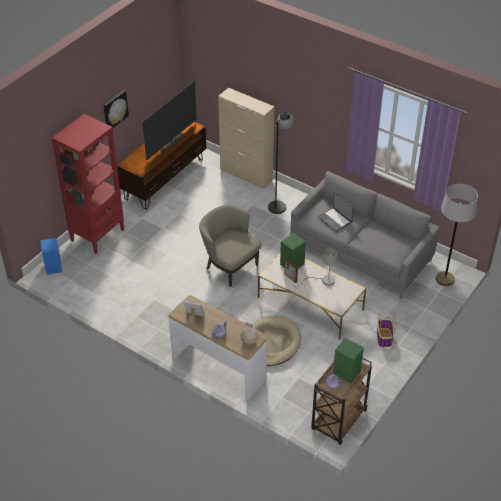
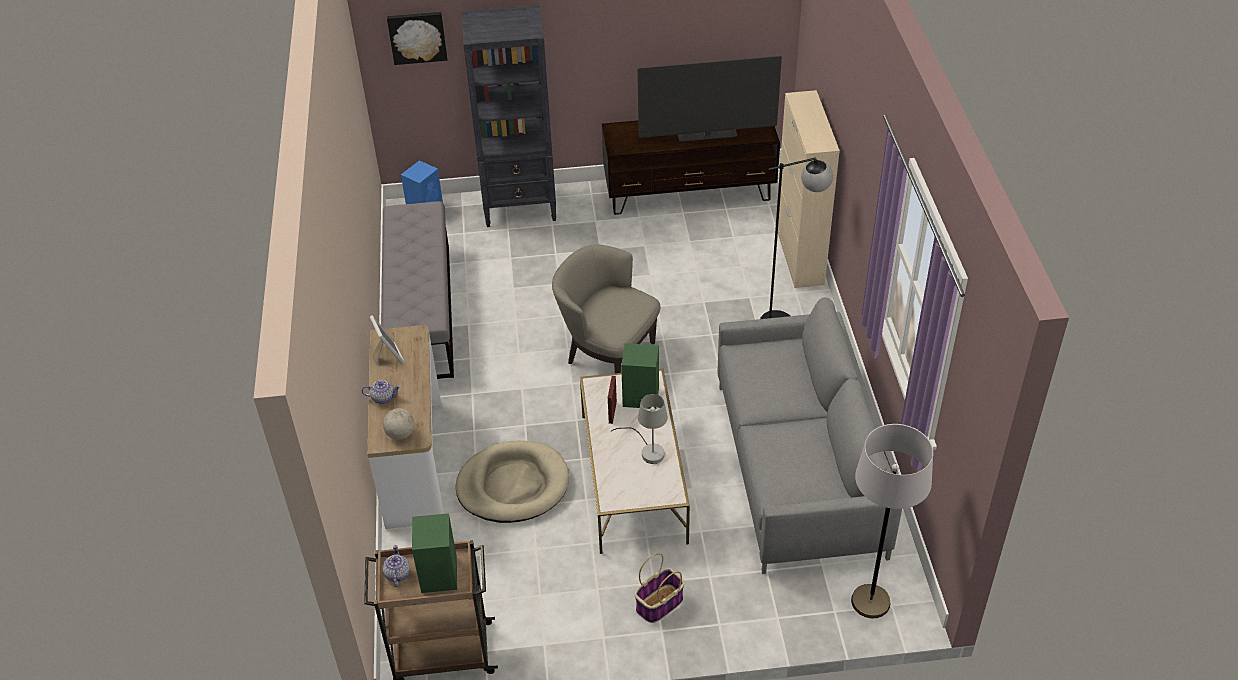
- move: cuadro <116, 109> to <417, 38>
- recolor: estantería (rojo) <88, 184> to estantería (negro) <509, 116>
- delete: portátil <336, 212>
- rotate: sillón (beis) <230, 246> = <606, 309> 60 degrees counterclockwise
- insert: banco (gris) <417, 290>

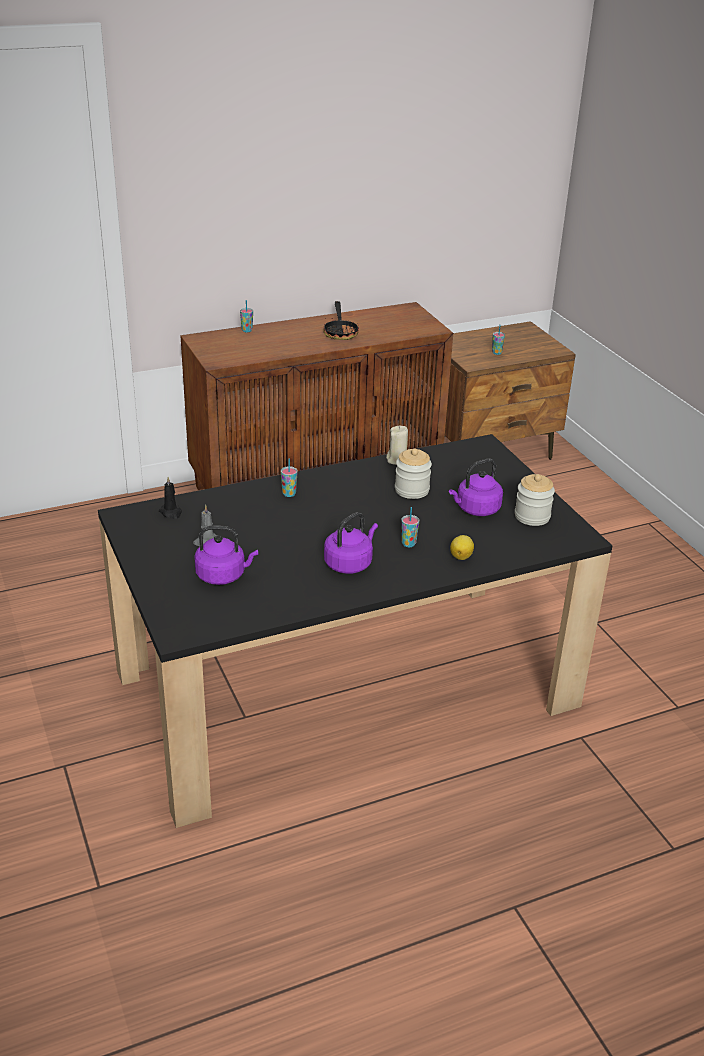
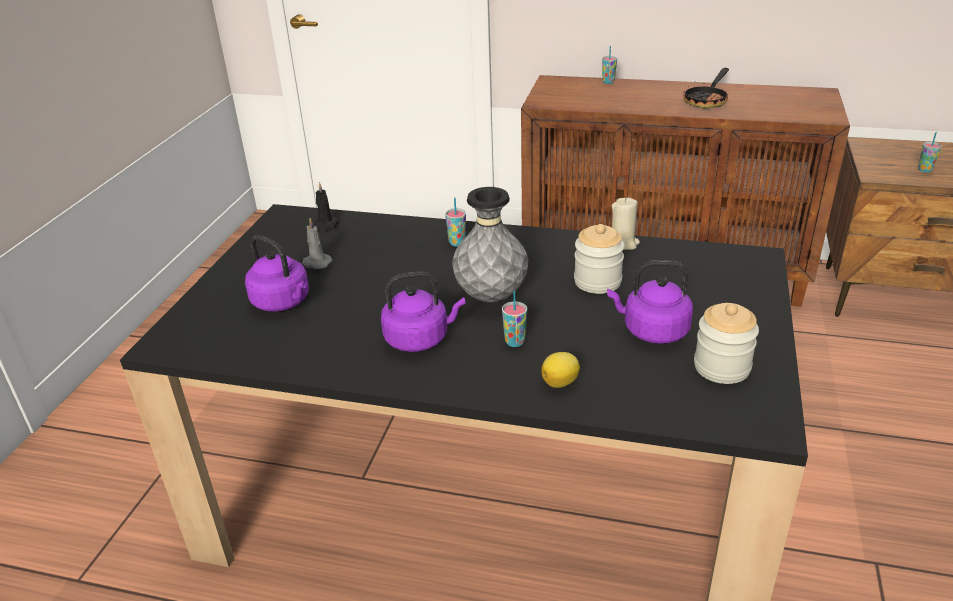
- insert: florero (gris) <490, 244>

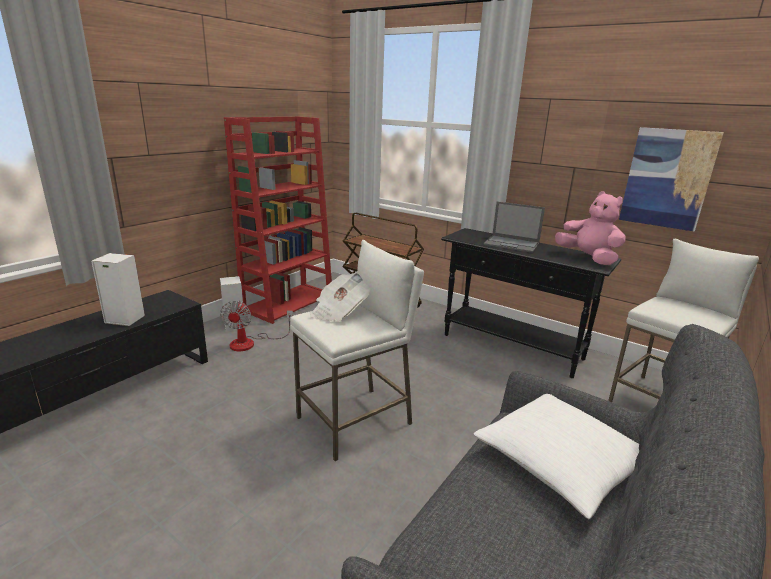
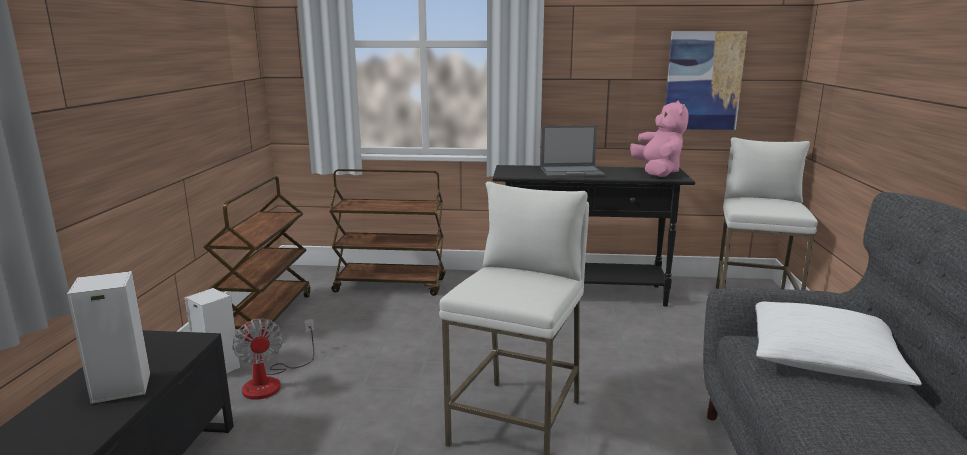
- replace: estantería (rojo) <278, 220> to carrito (marrón) <257, 252>
- rotate: peluche (rosa) <590, 228> = <659, 138> 60 degrees clockwise
- delete: periódico <340, 297>

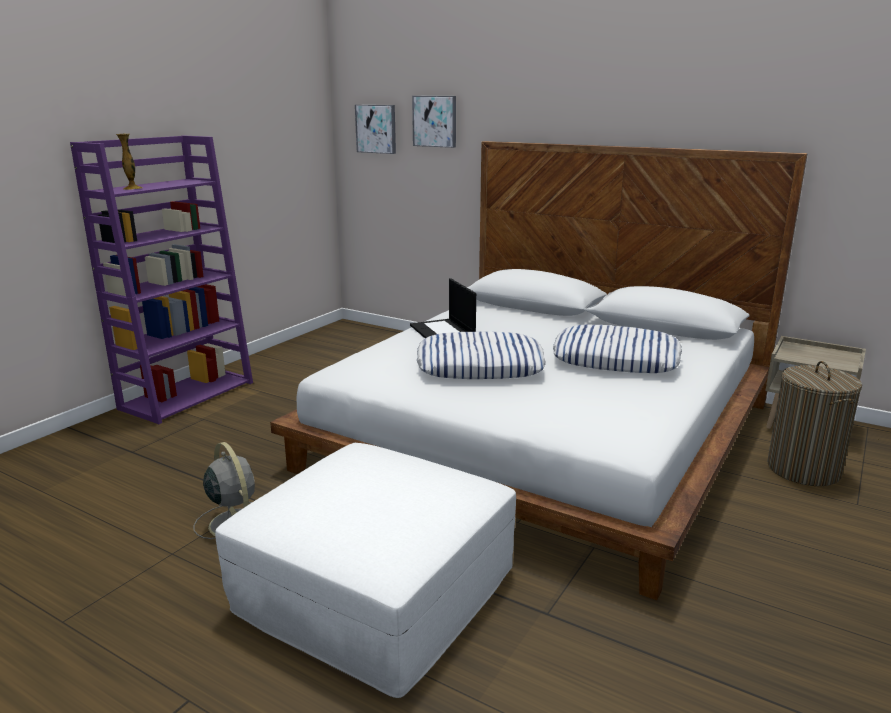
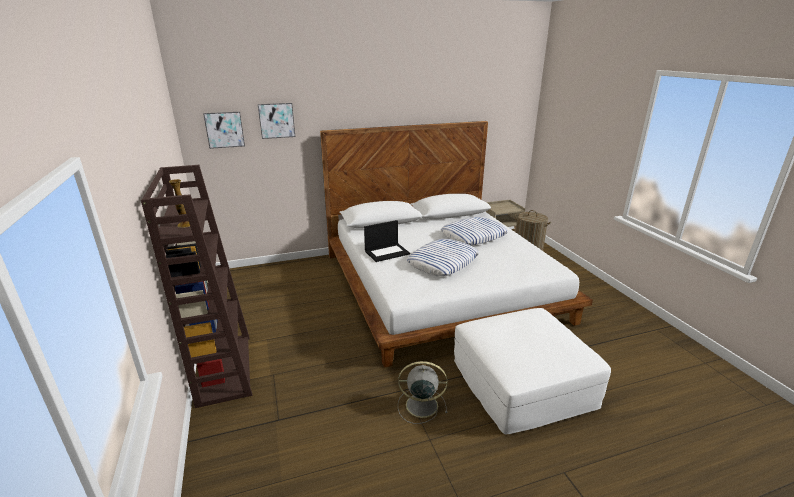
- recolor: estantería (morado) <161, 280> to estantería (marrón) <196, 286>
- rotate: portátil <443, 308> = <387, 241> 45 degrees counterclockwise

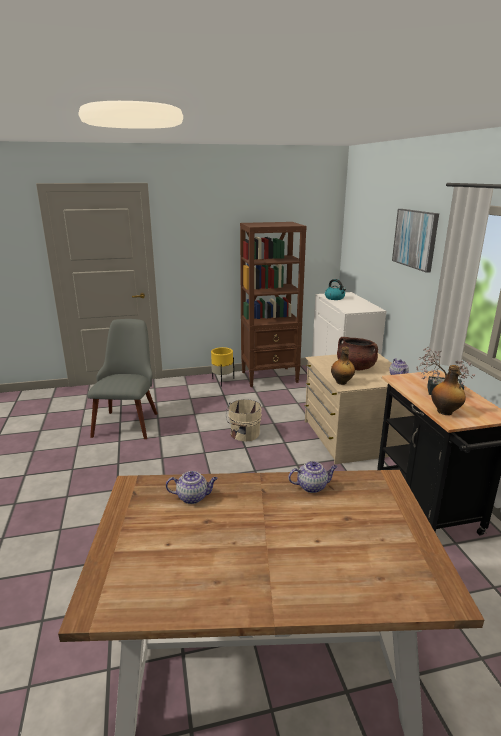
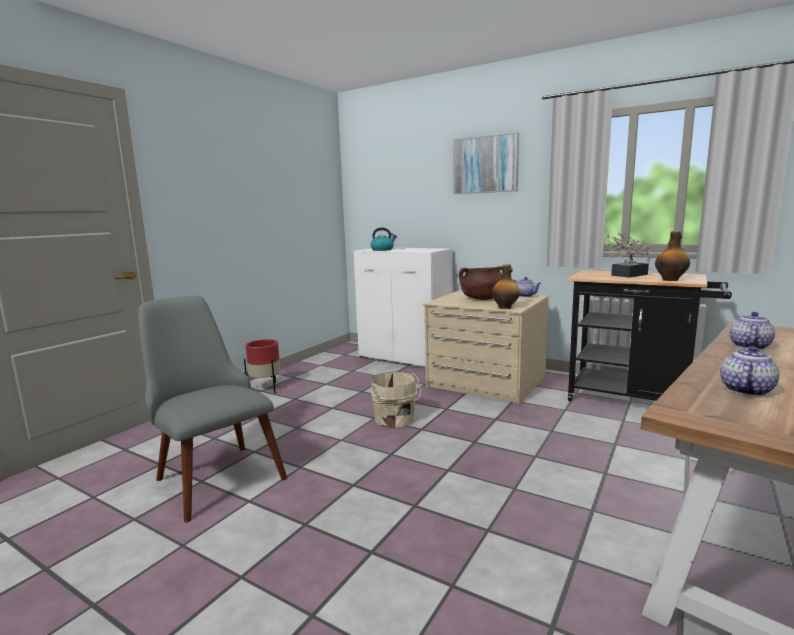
- delete: estantería (marrón) <273, 304>
- recolor: maceta (amarillo) <222, 367> to maceta (rojo) <262, 366>

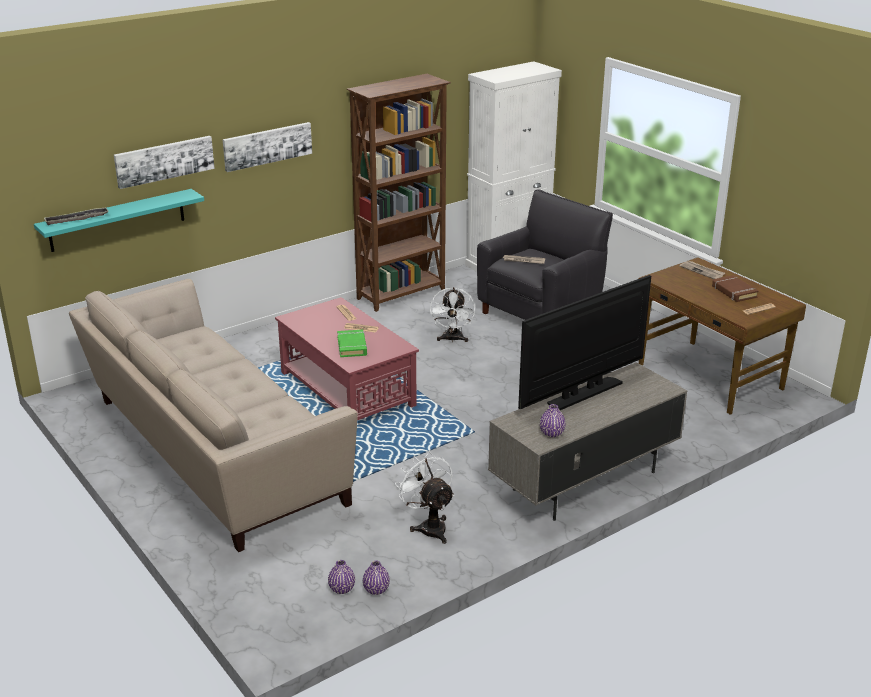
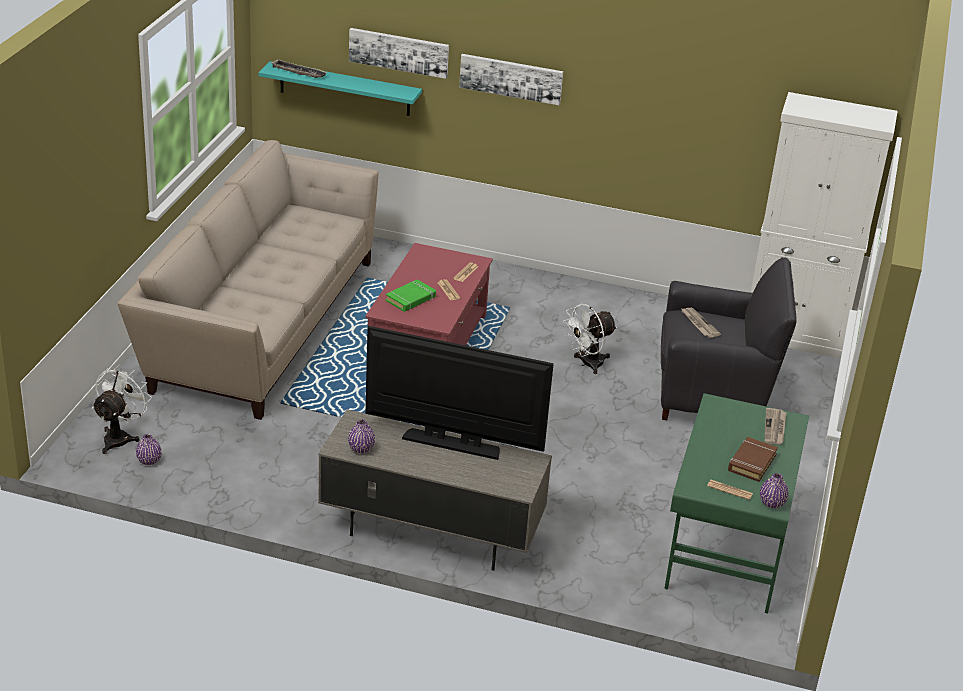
- delete: estantería (marrón) <399, 193>
- recolor: escritorio (marrón) <722, 336> to escritorio (verde) <736, 503>
- move: ventilador (blanco) <424, 498> to <122, 409>
- move: florero (morado) <376, 577> to <774, 490>

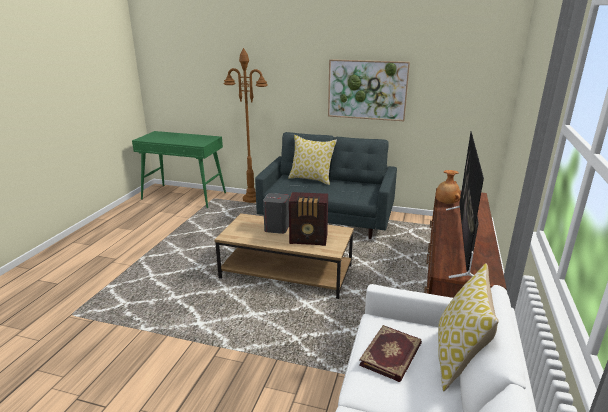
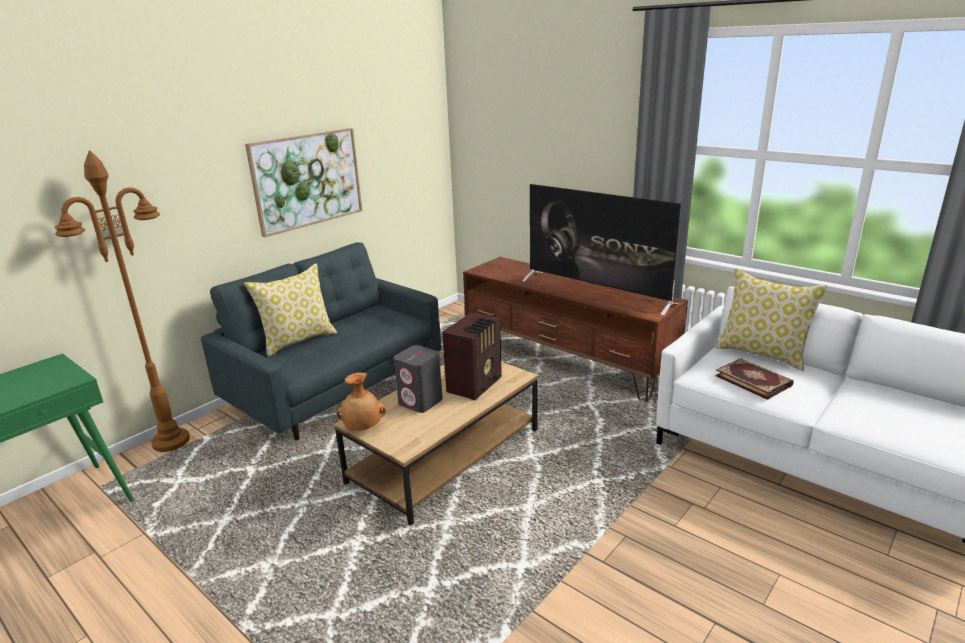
- move: florero (marrón) <448, 187> to <361, 402>

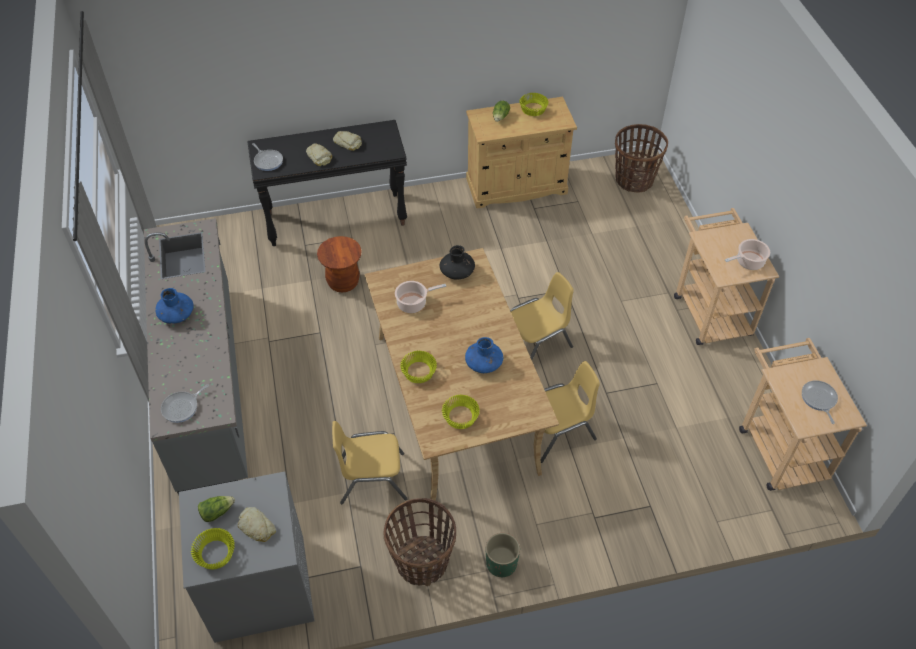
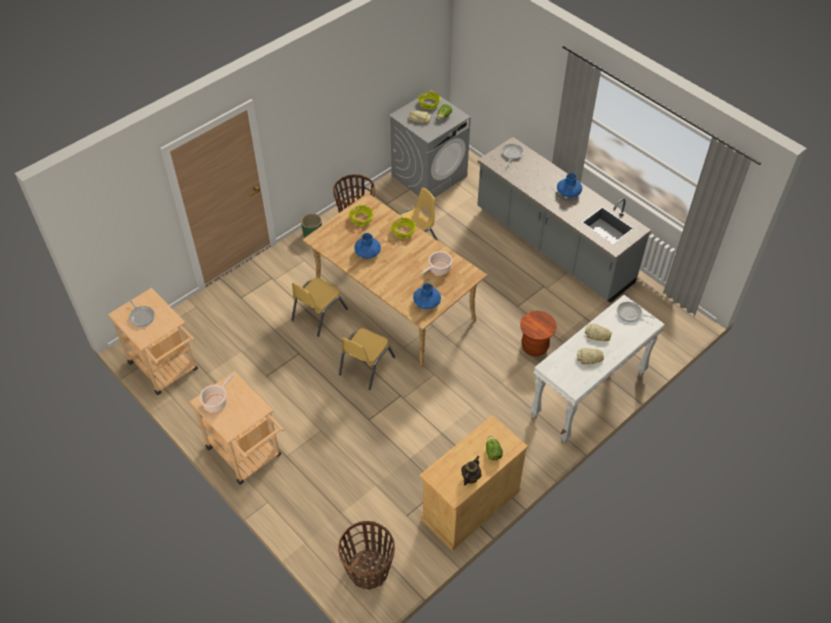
- replace: cuenco (amarillo) <534, 104> to tetera <471, 470>
- recolor: mesa consola (negro) <327, 183> to mesa consola (blanco) <597, 369>
- recolor: florero (negro) <457, 262> to florero (azul) <427, 296>

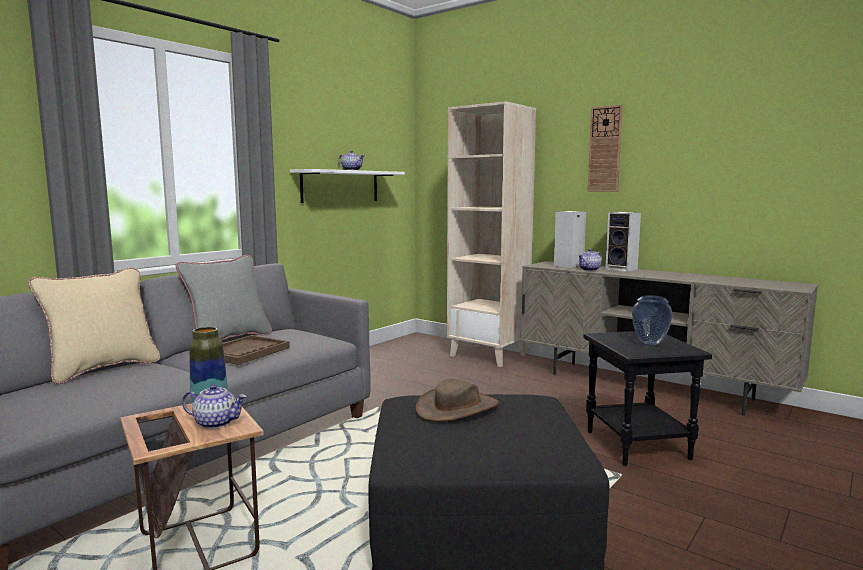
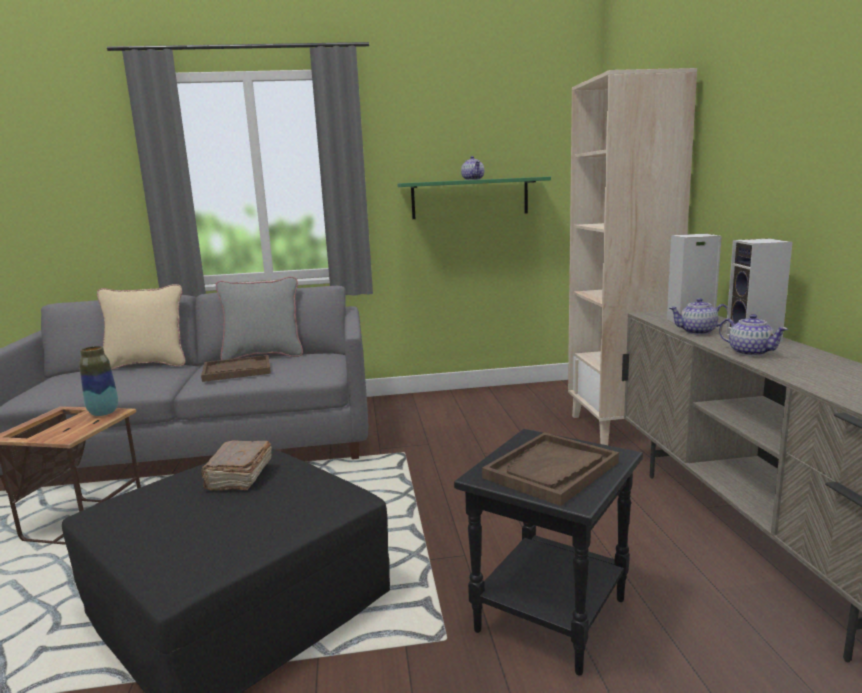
- delete: reloj de pared <605, 148>
- recolor: estante (blanco) <347, 186> to estante (verde) <474, 198>
- replace: florero <652, 320> to bandeja (marrón) <550, 469>
- replace: sombrero (marrón) <457, 400> to libro (marrón) <236, 466>
- move: tetera <214, 406> to <753, 335>

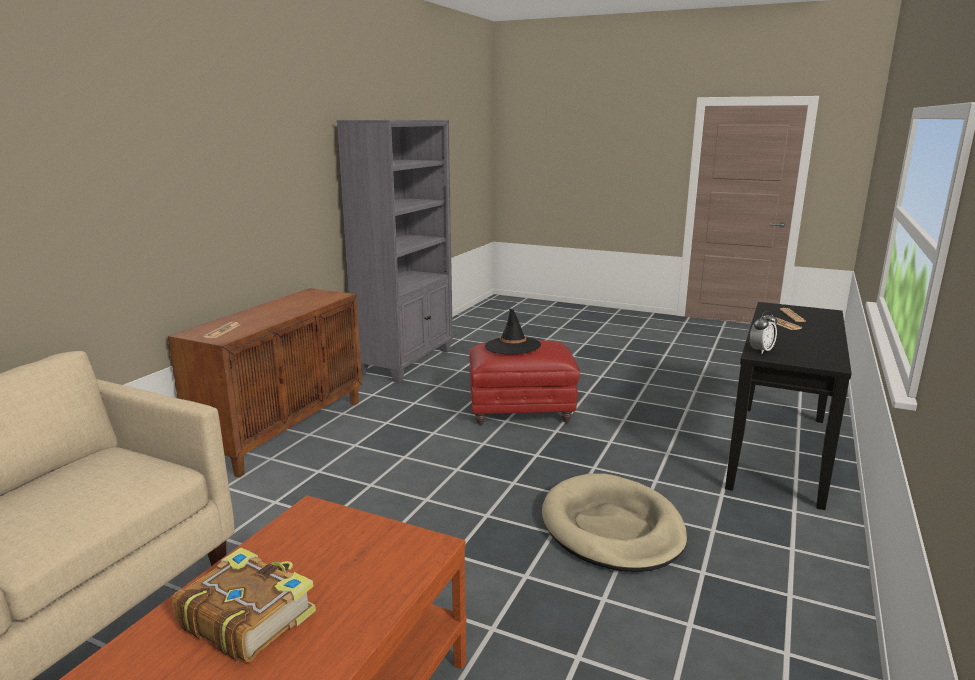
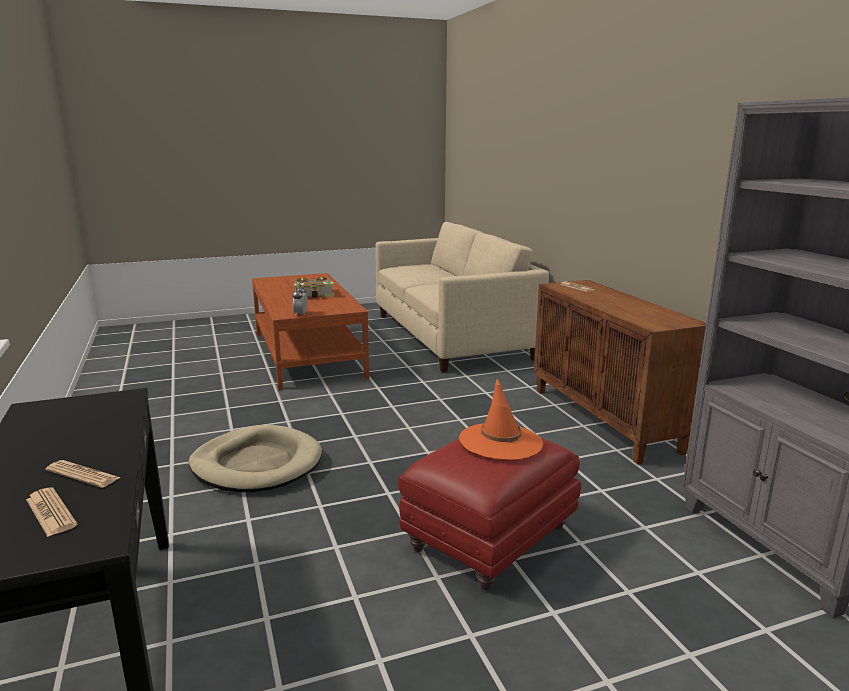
- recolor: sombrero (negro) <513, 331> to sombrero (naranja) <501, 419>
- move: despertador <763, 332> to <300, 300>

